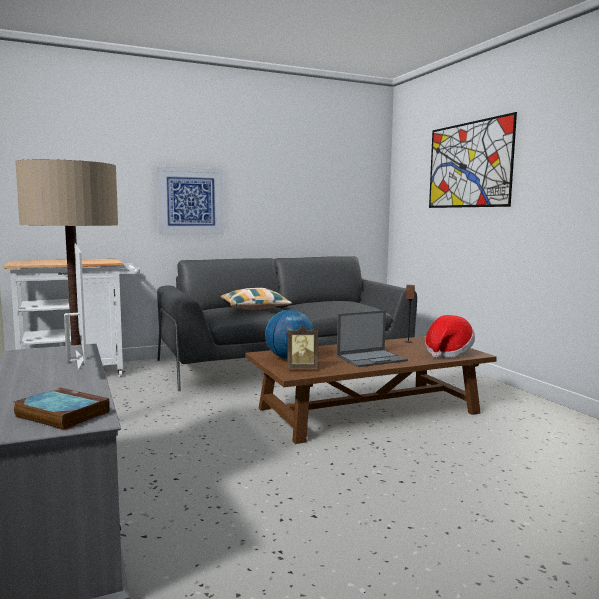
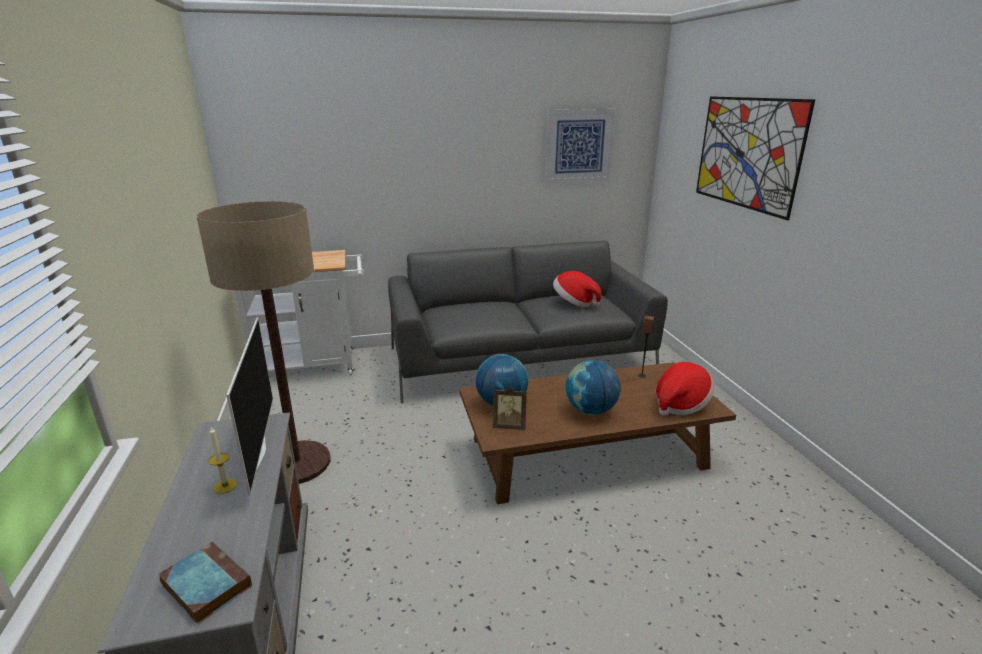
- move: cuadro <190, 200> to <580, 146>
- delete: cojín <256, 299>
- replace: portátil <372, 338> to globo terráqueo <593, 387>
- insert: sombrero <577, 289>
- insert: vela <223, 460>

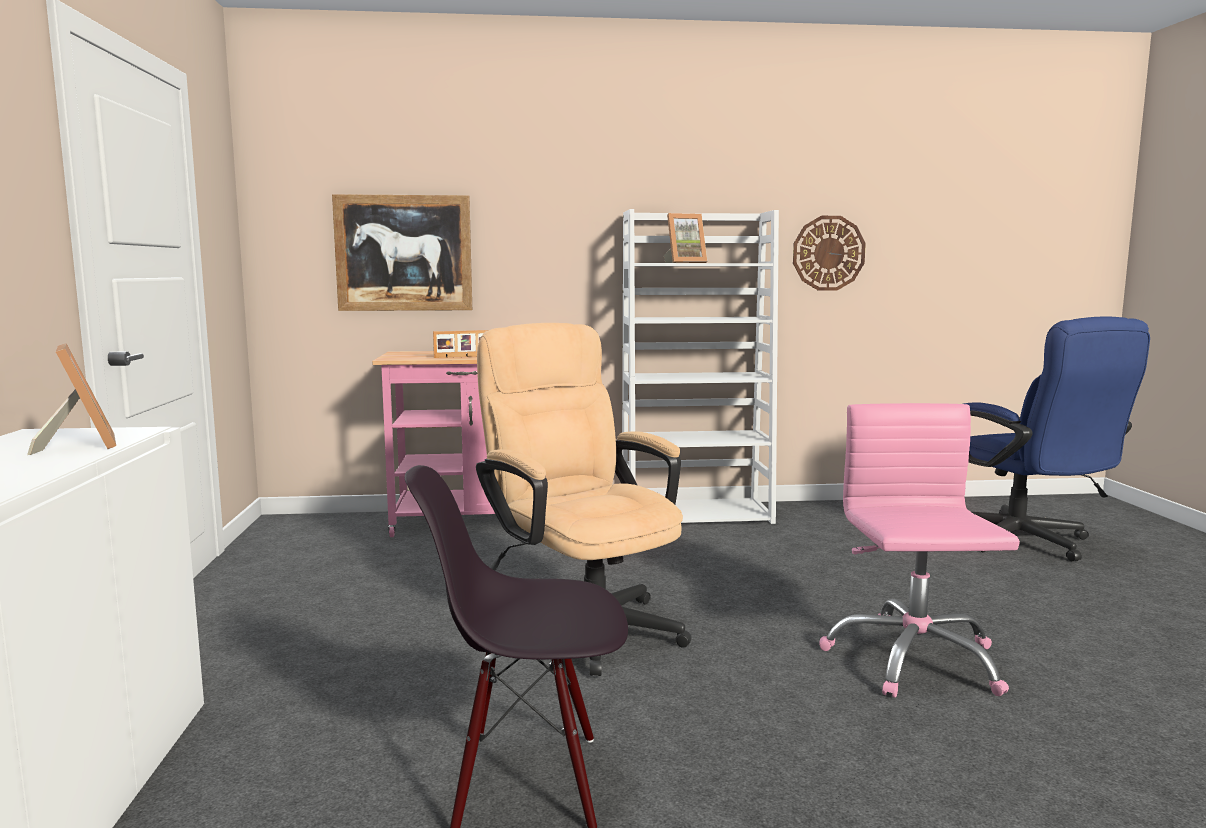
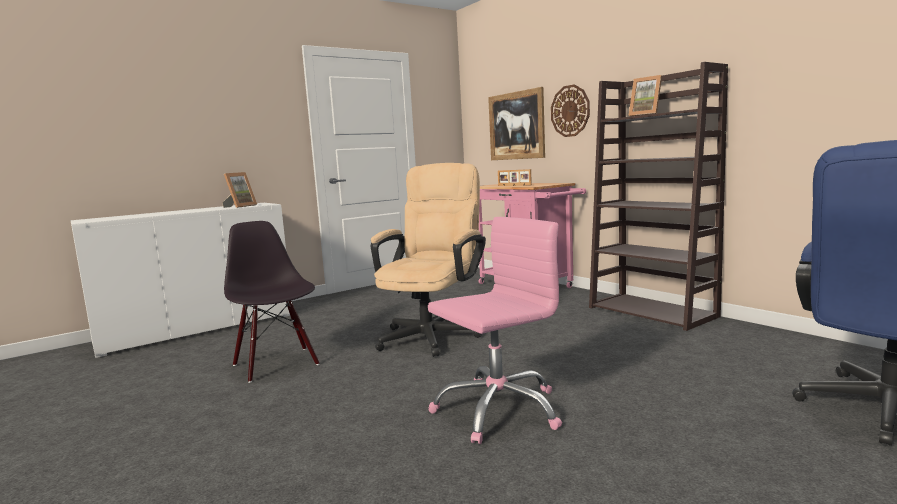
- recolor: estantería (blanco) <700, 366> to estantería (marrón) <658, 196>
- move: reloj de pared <829, 253> to <570, 110>

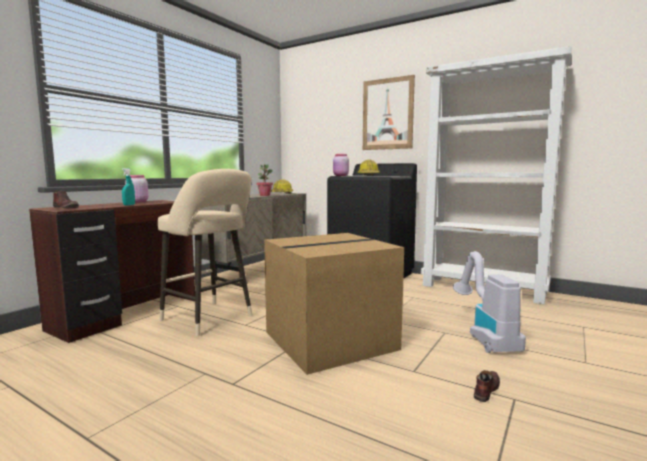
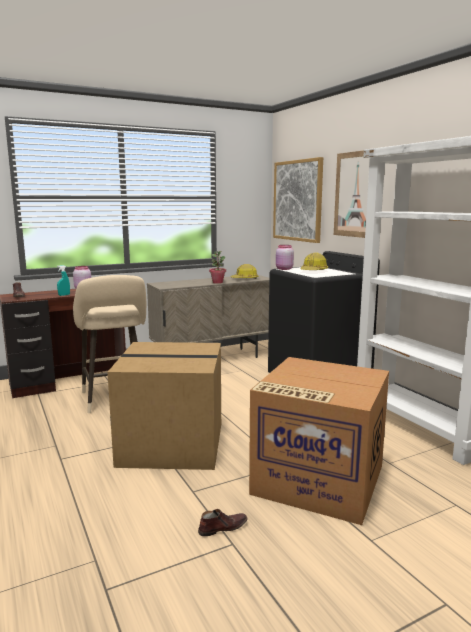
- replace: aspiradora <489, 302> to caja de cartón <319, 441>
- insert: cuadro <298, 200>

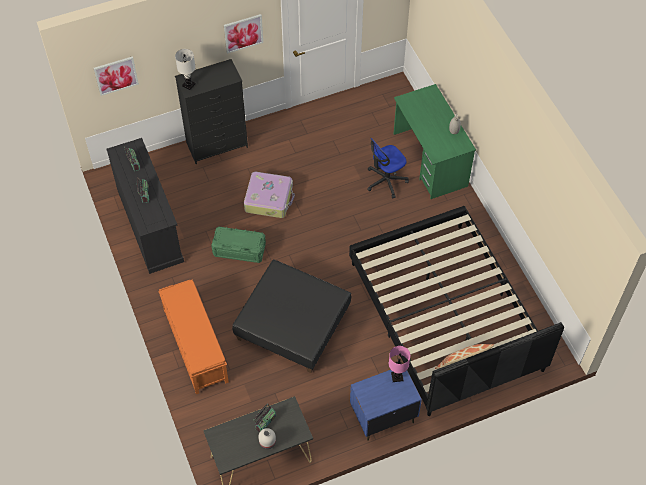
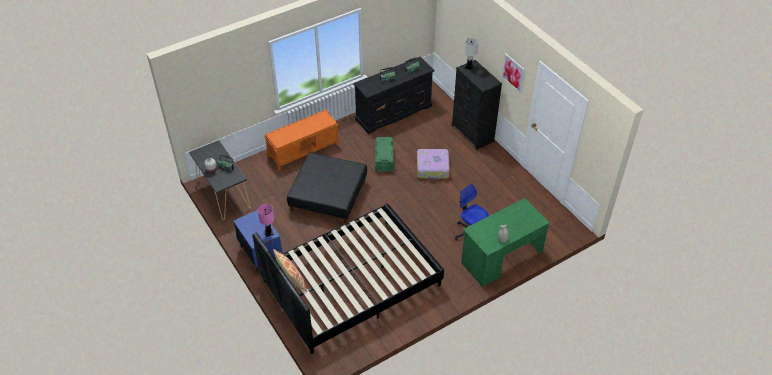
- delete: cuadro <116, 76>

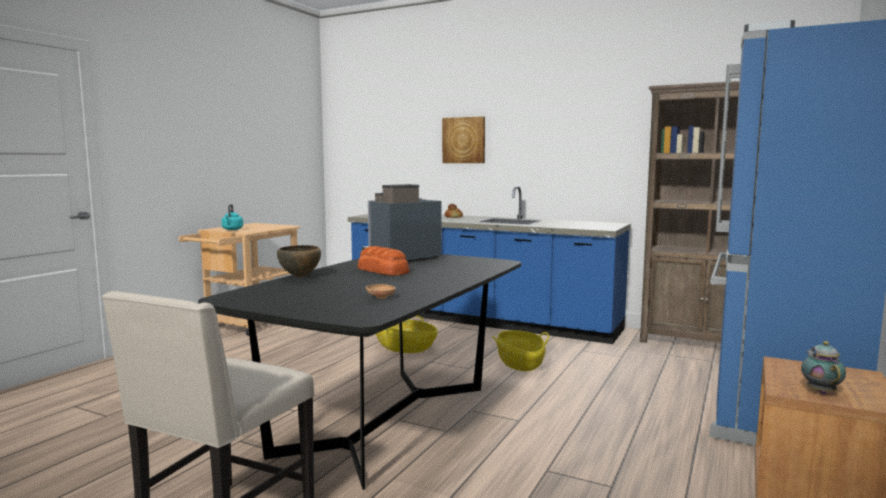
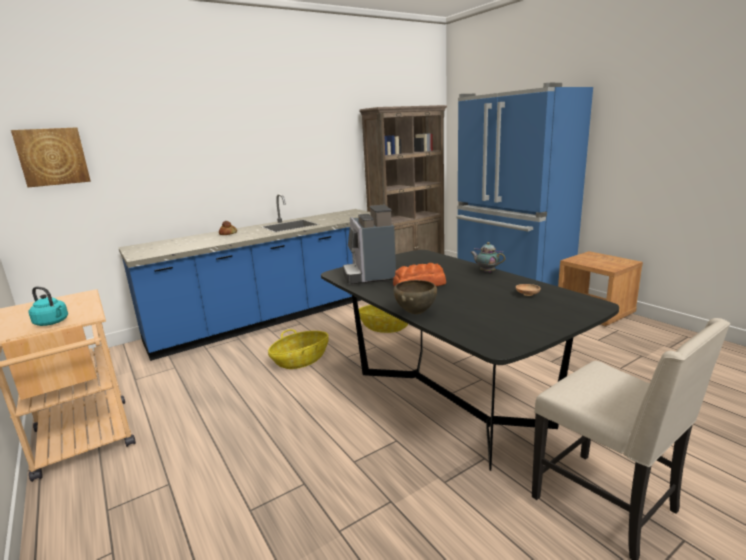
- move: cuadro <463, 139> to <51, 157>
- move: tetera <823, 367> to <487, 257>

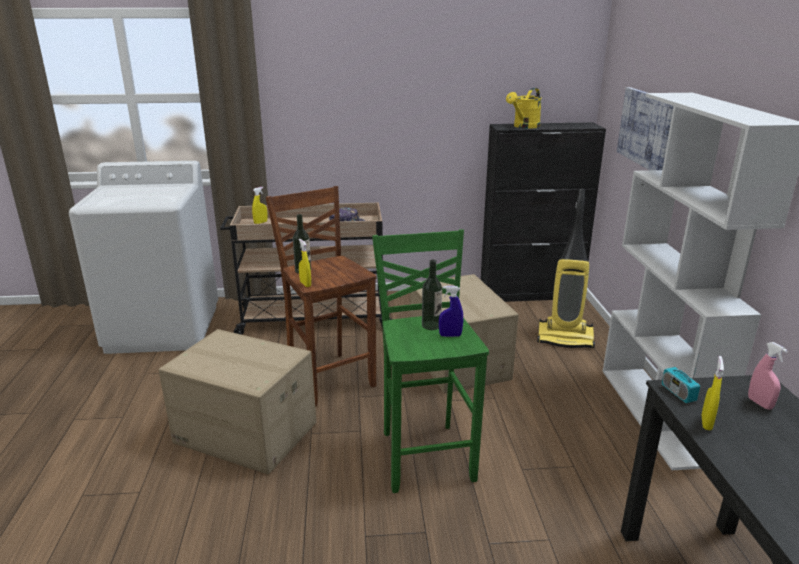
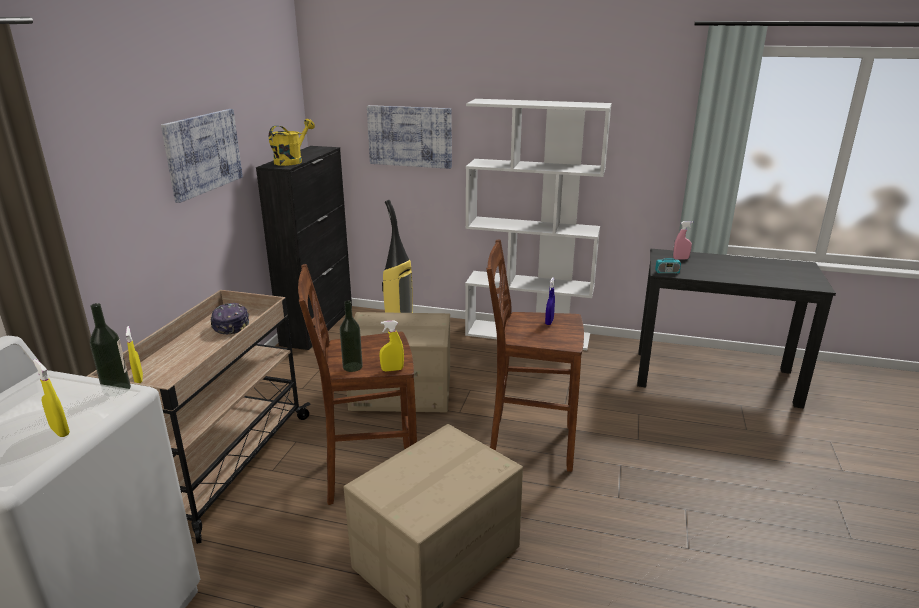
- rotate: regadera (amarillo) <524, 108> = <292, 142> 120 degrees counterclockwise
- recolor: taburete (verde) <430, 361> to taburete (marrón) <535, 356>
- move: botella <432, 295> to <110, 350>
- move: pulverizador (amarillo) <713, 393> to <51, 398>
- insert: cuadro <202, 156>

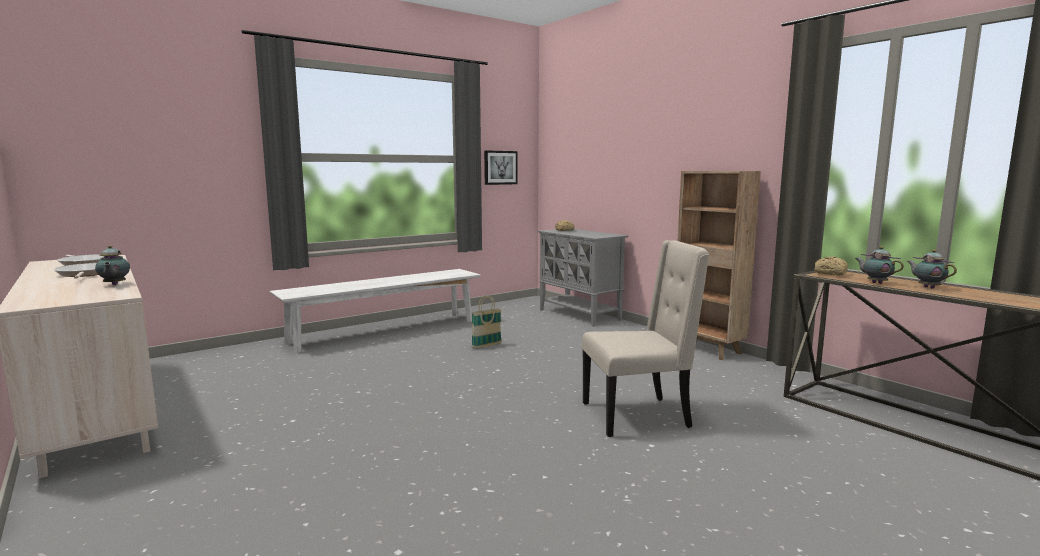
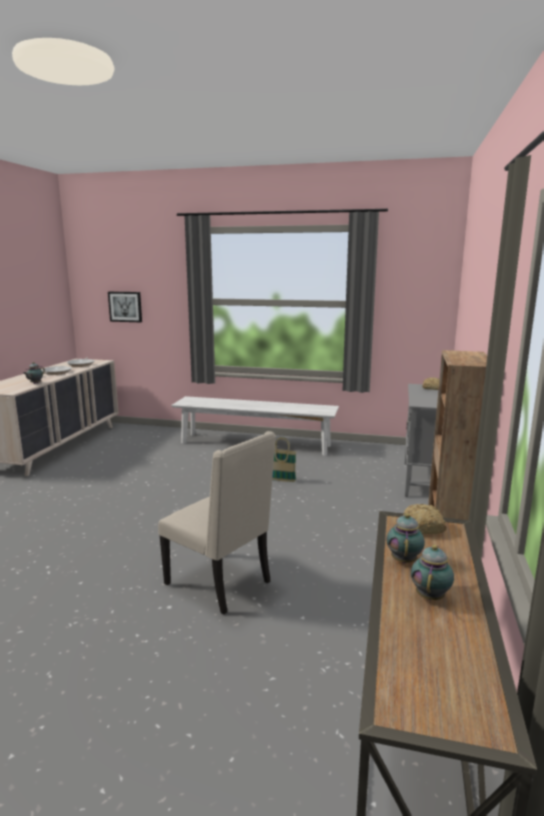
- move: cuadro <501, 167> to <125, 307>

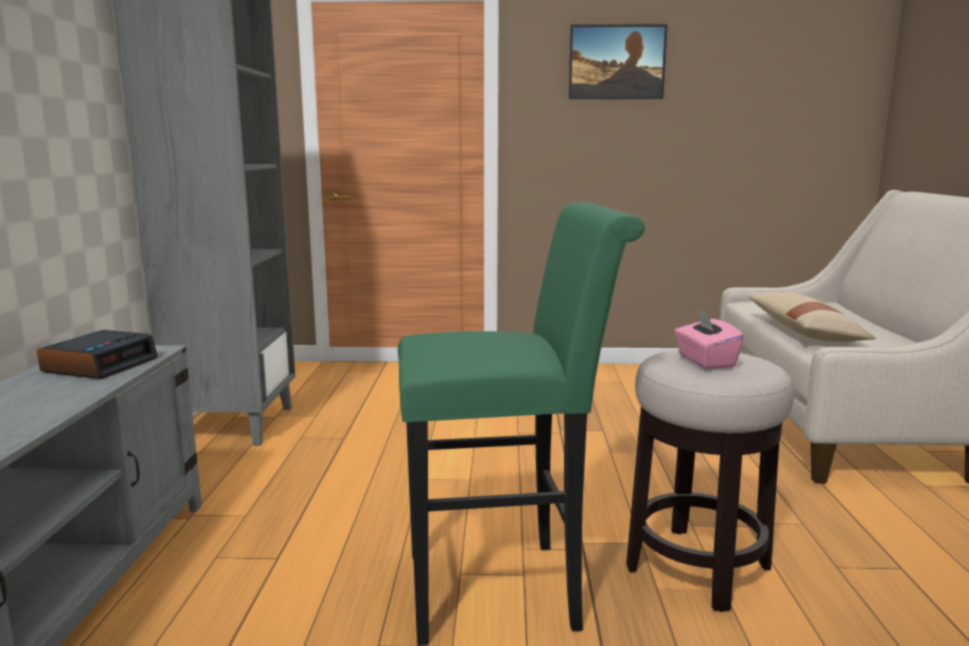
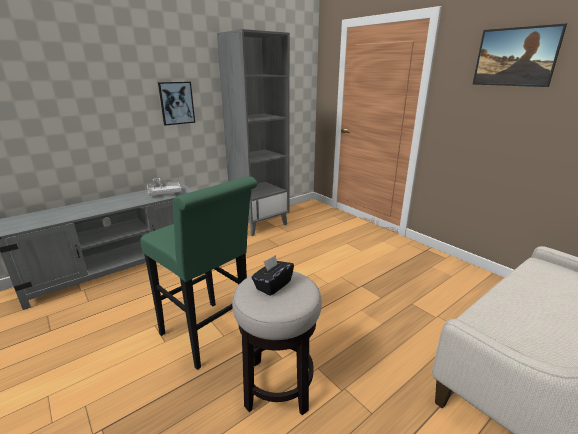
- delete: cojín (beis) <811, 317>
- recolor: caja de pañuelos (rosa) <709, 339> to caja de pañuelos (negro) <272, 275>
- replace: despertador <97, 354> to bandeja (gris) <164, 187>
- insert: cuadro <176, 104>

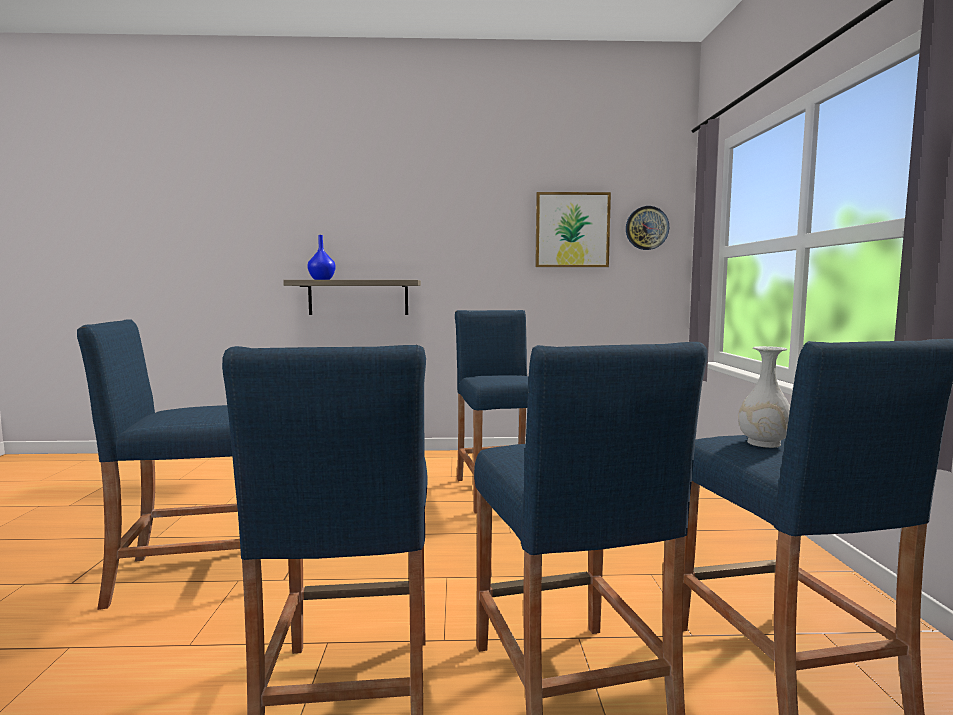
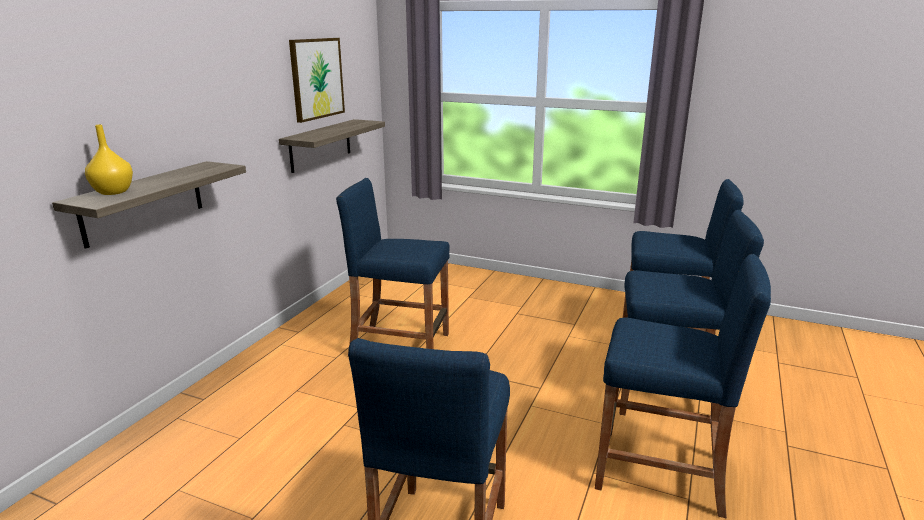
- delete: reloj de pared <647, 228>
- recolor: florero (azul) <321, 257> to florero (amarillo) <109, 159>
- delete: florero (blanco) <764, 397>
- insert: estante <332, 146>

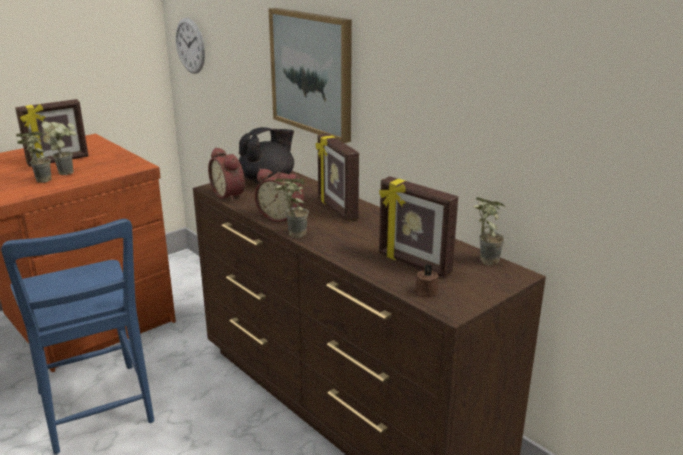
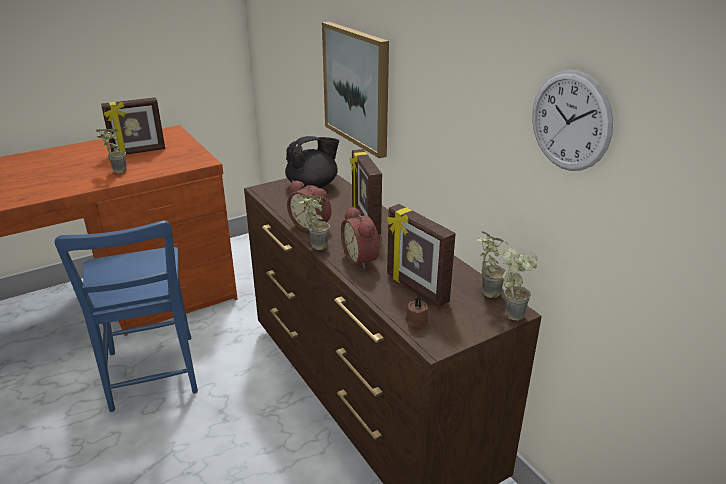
- move: reloj de pared <190, 46> to <572, 120>
- move: planta en maceta <58, 148> to <520, 284>
- move: despertador <226, 174> to <360, 237>

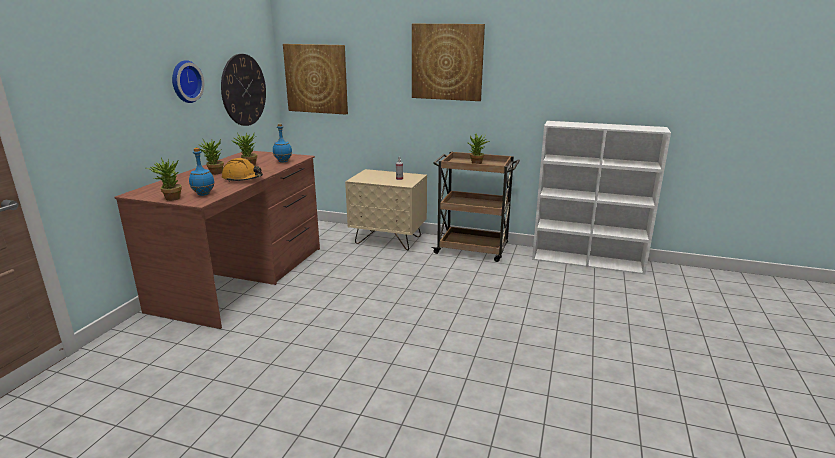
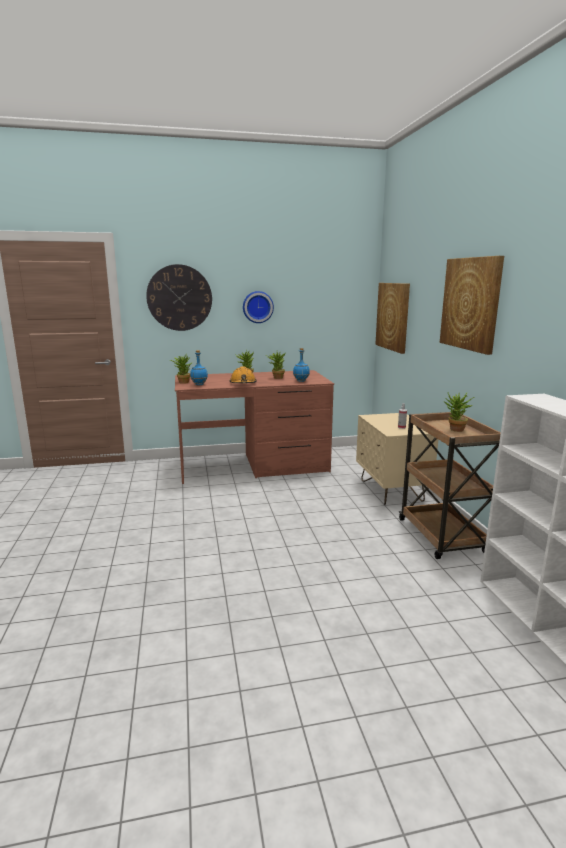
- move: reloj de pared <243, 90> to <179, 297>

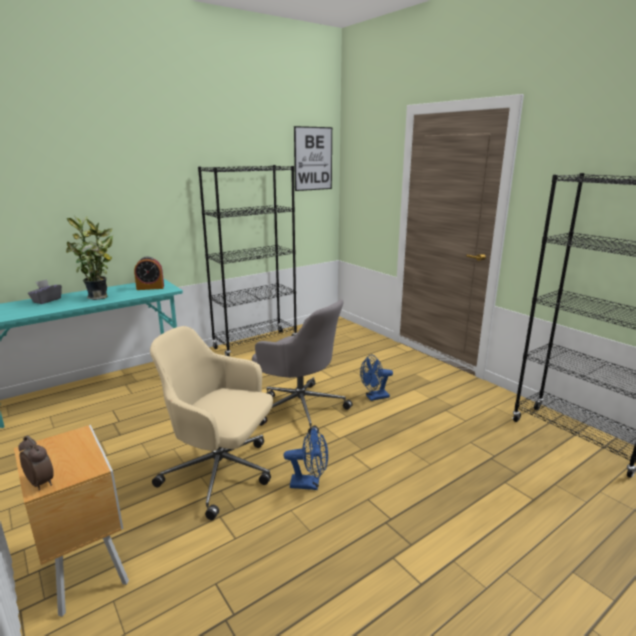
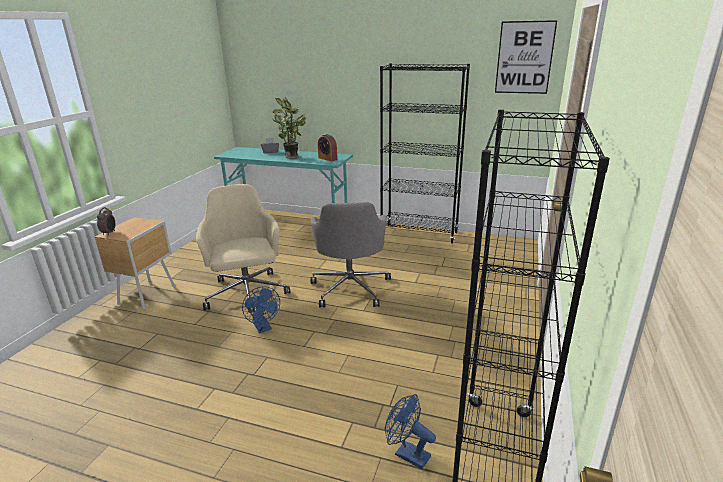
- move: ventilador (azul) <376, 377> to <410, 431>

